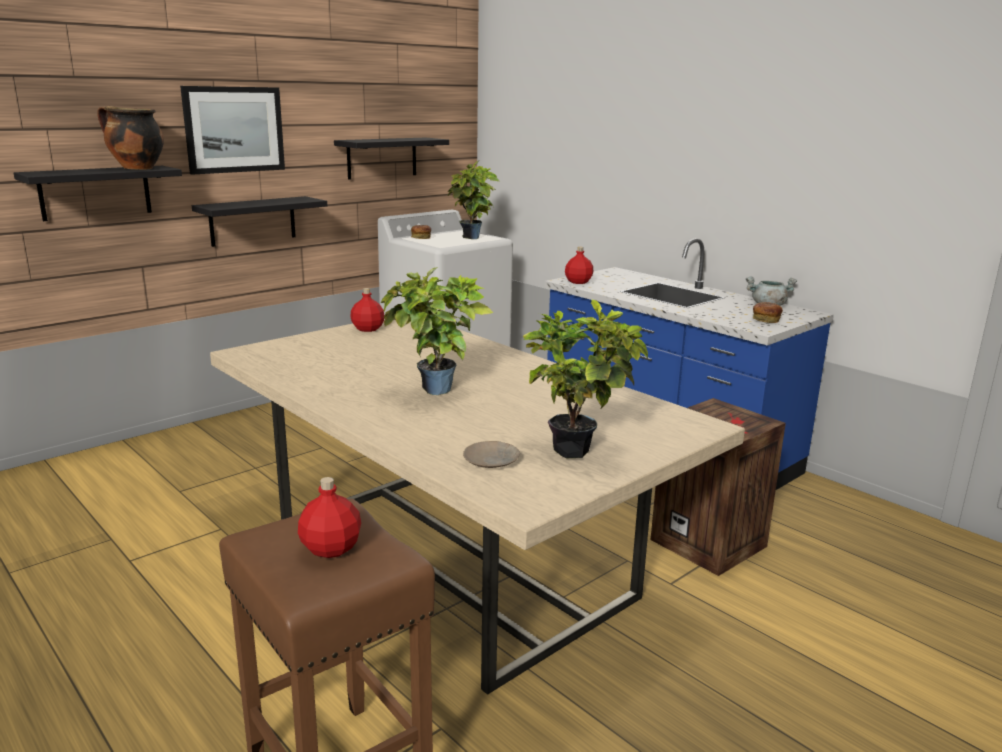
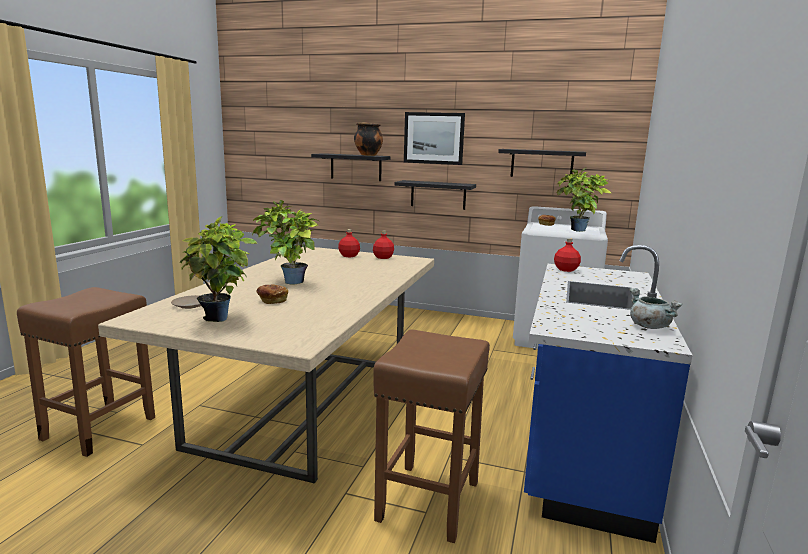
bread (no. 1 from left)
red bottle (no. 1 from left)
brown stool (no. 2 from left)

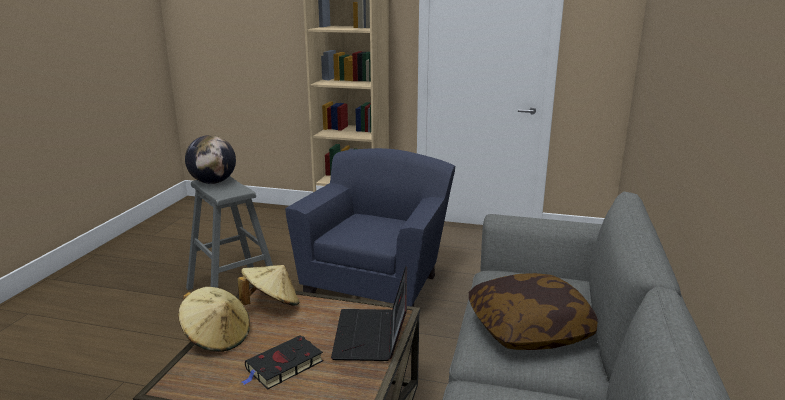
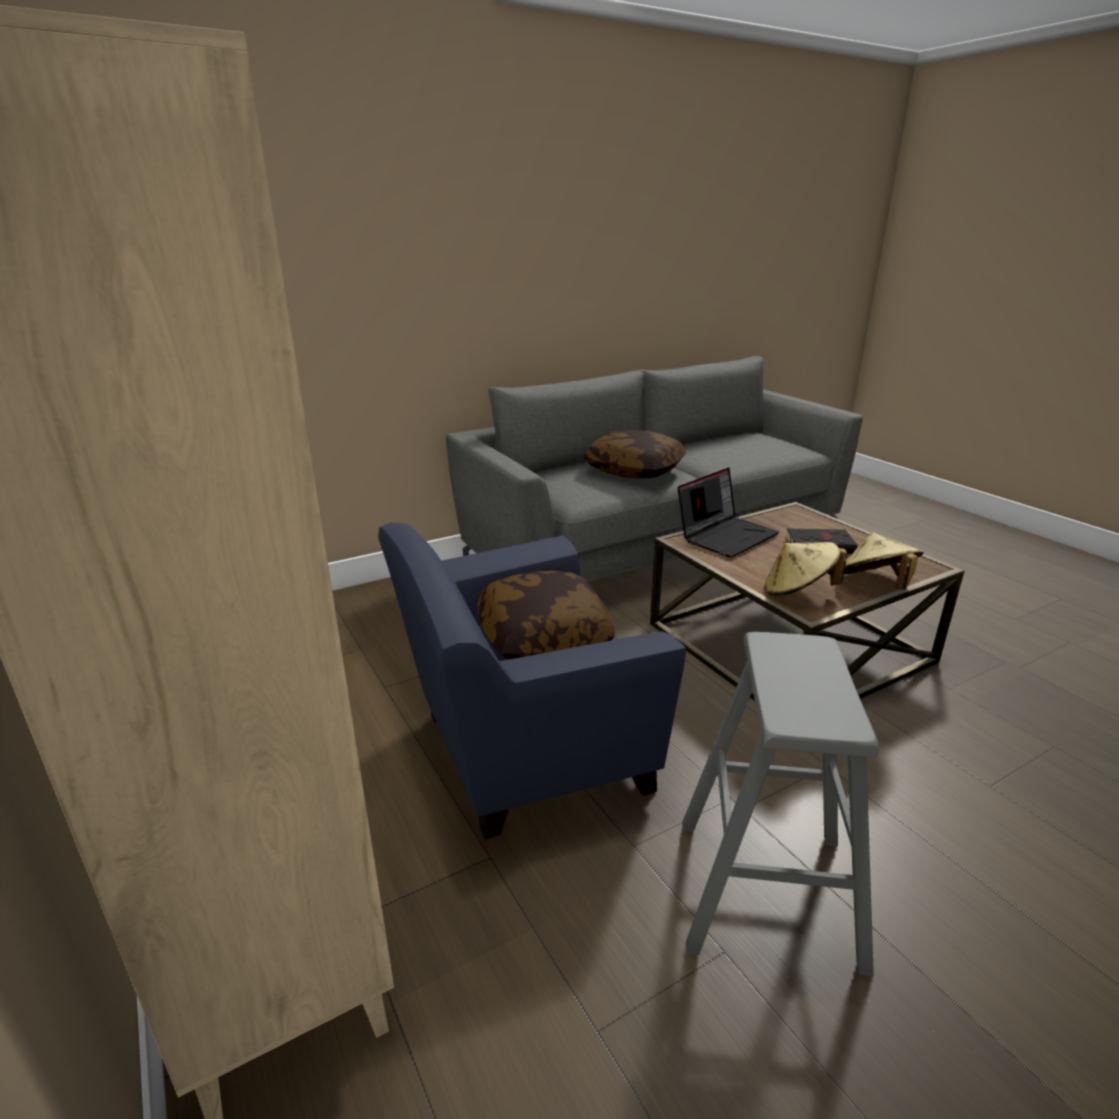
pillow (no. 1 from left)
globe

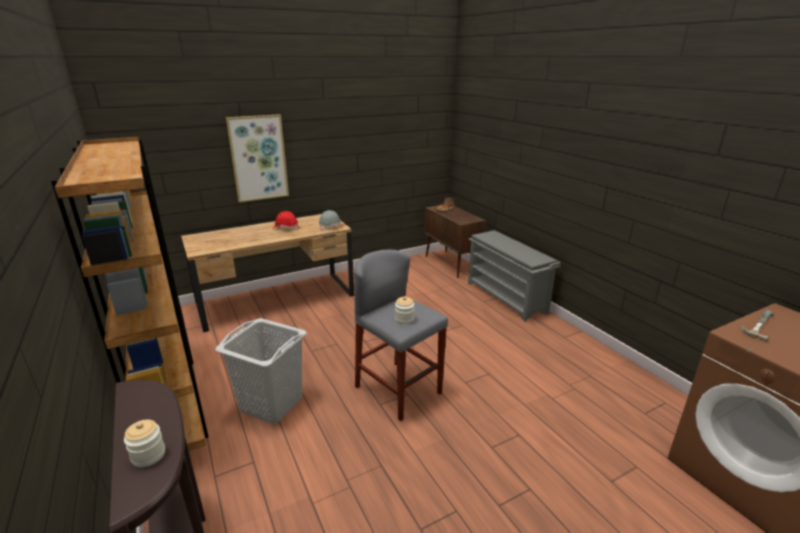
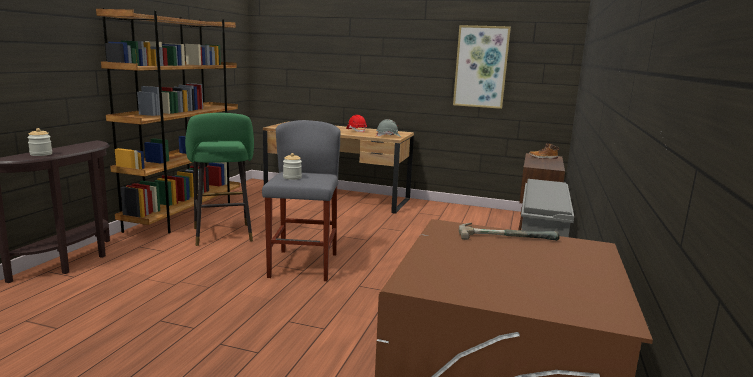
green stool
picture

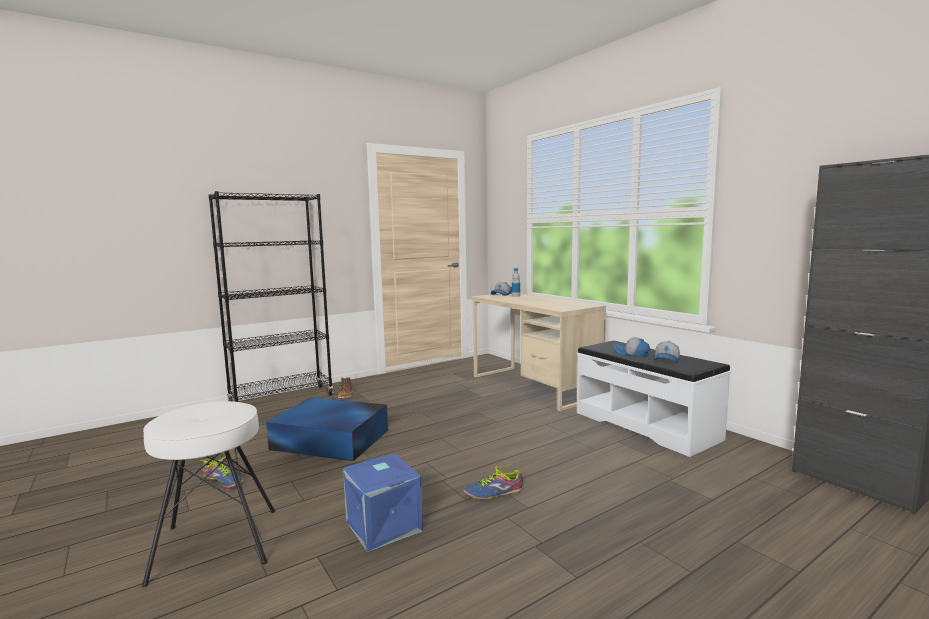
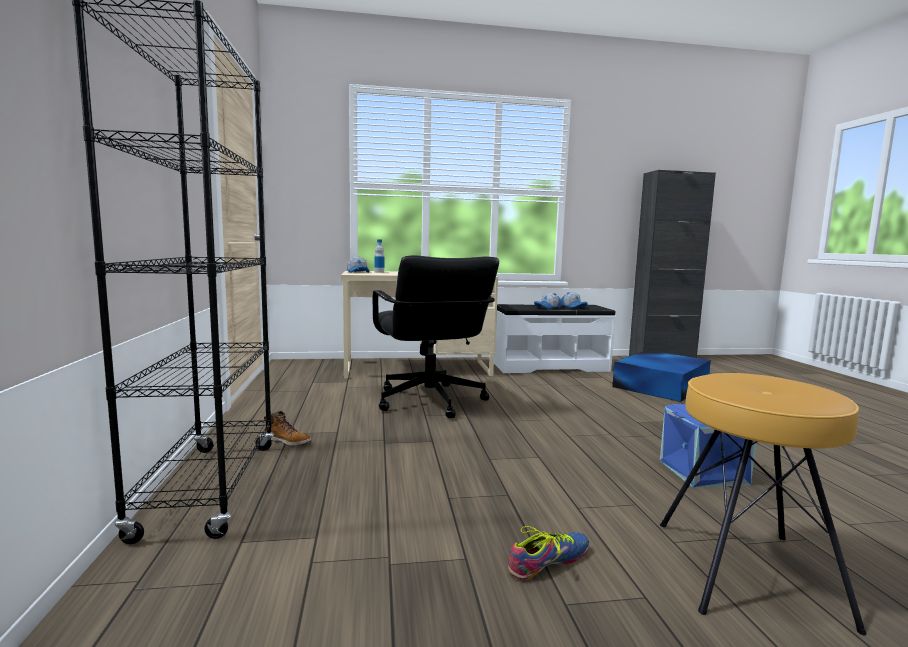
black office chair
blue storage box (no. 1 from left)
brown stool
shoe (no. 2 from left in the first image)

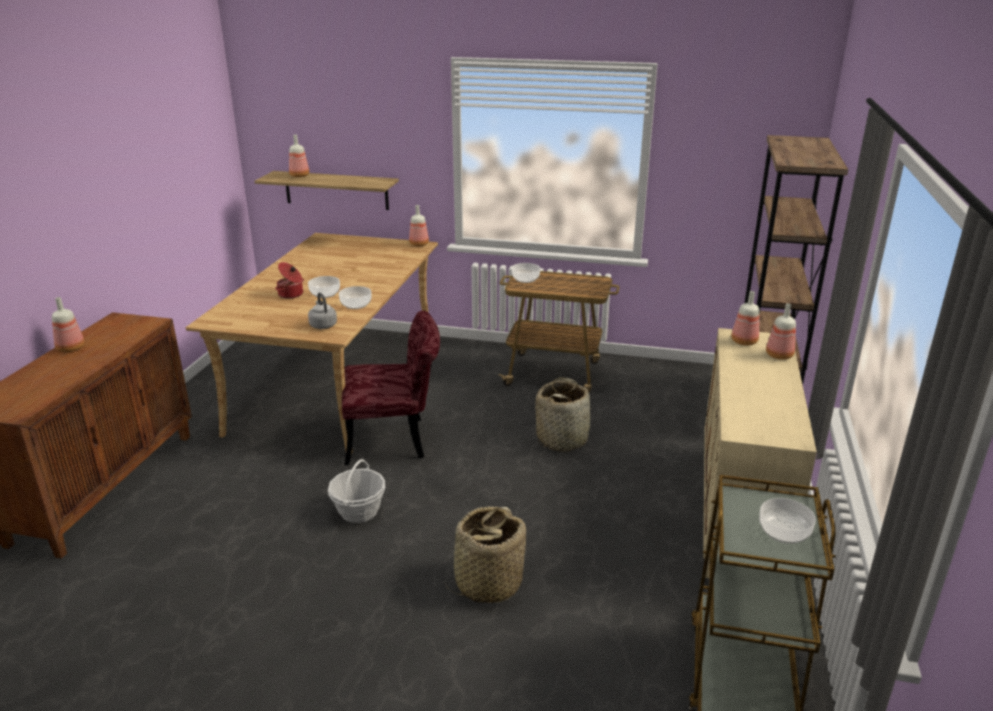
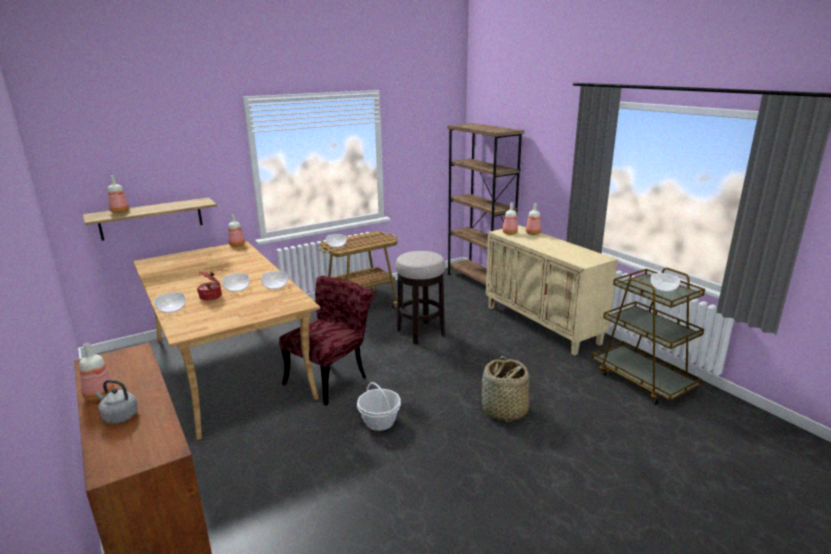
grey kettle
bowl (no. 1 from left)
stool

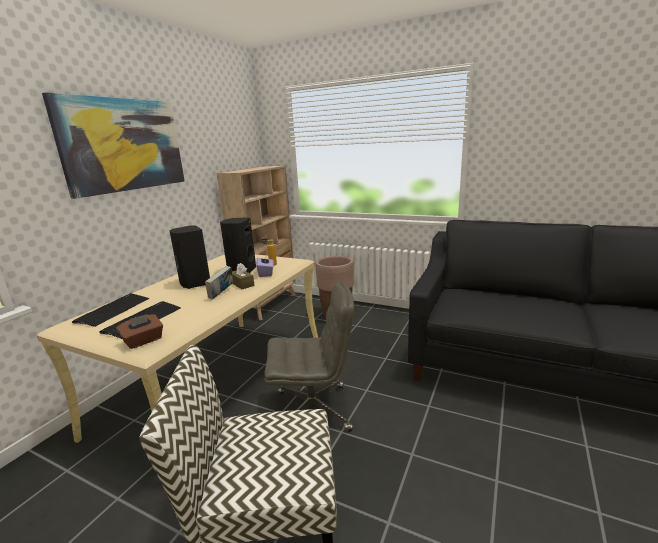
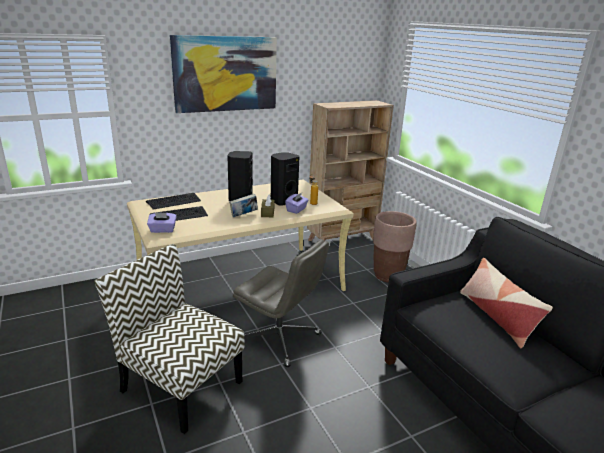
purple tissue box (no. 1 from left)
pillow

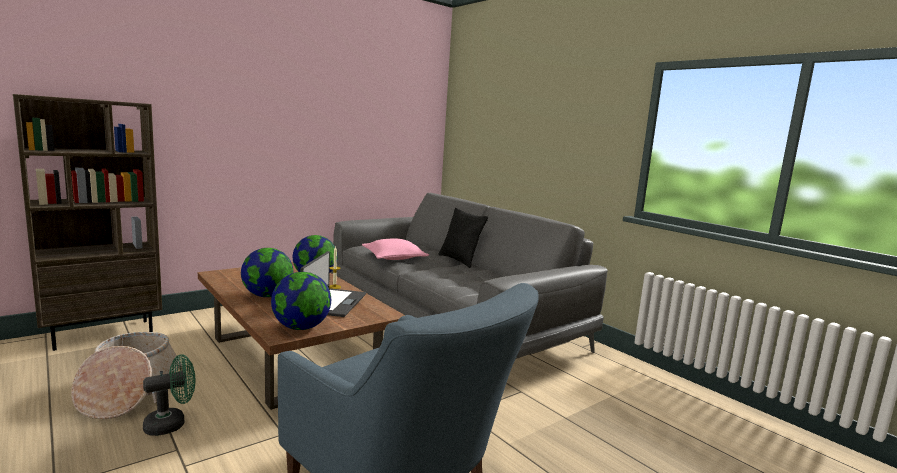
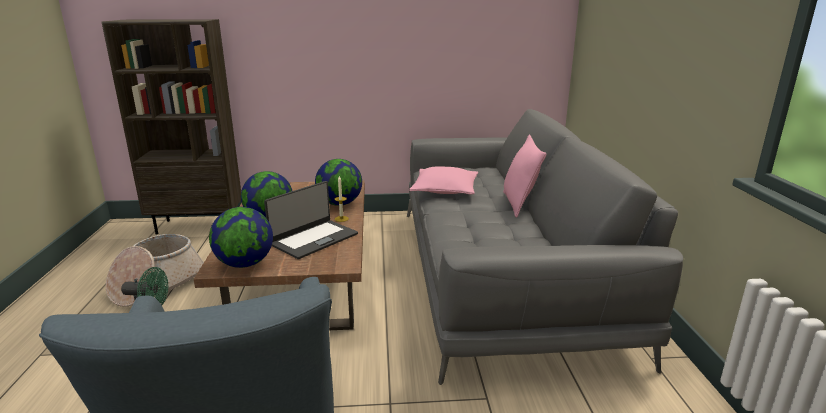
pink pillow (no. 2 from left)

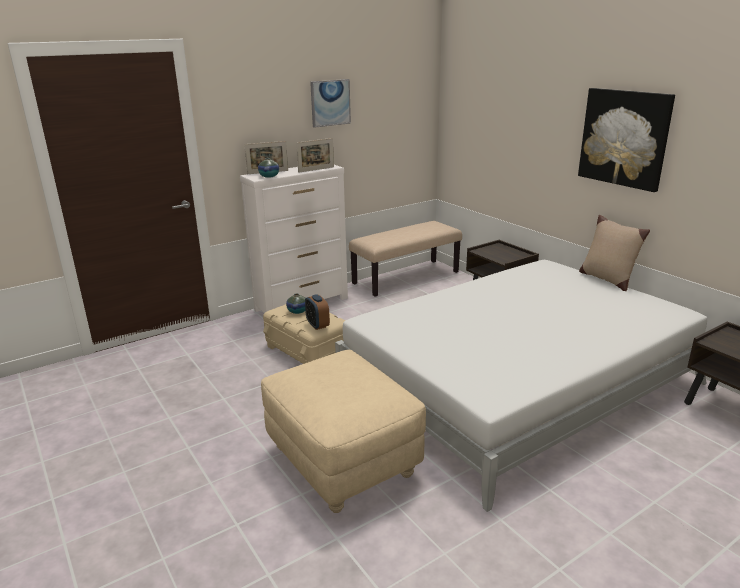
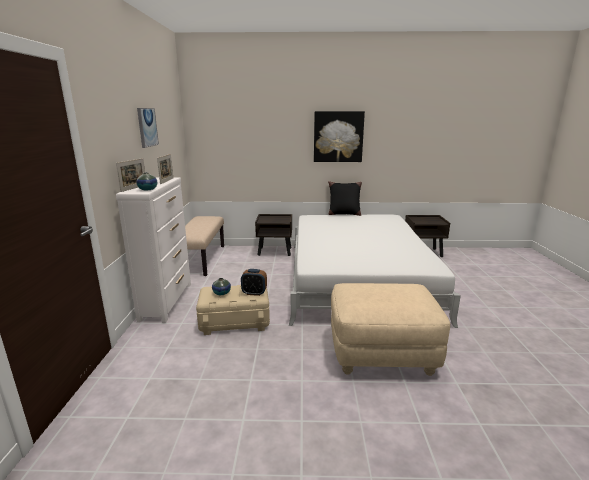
black pillow

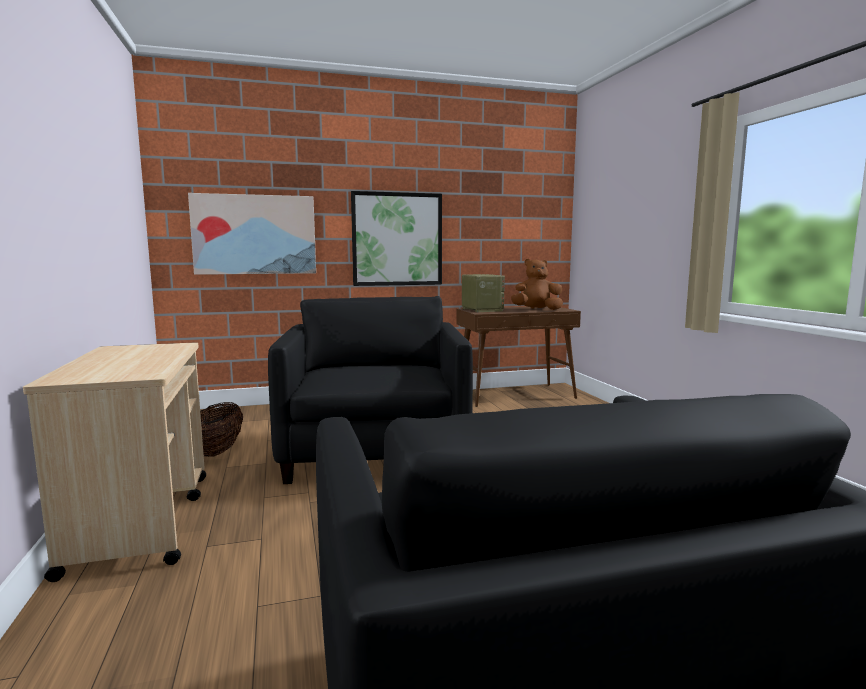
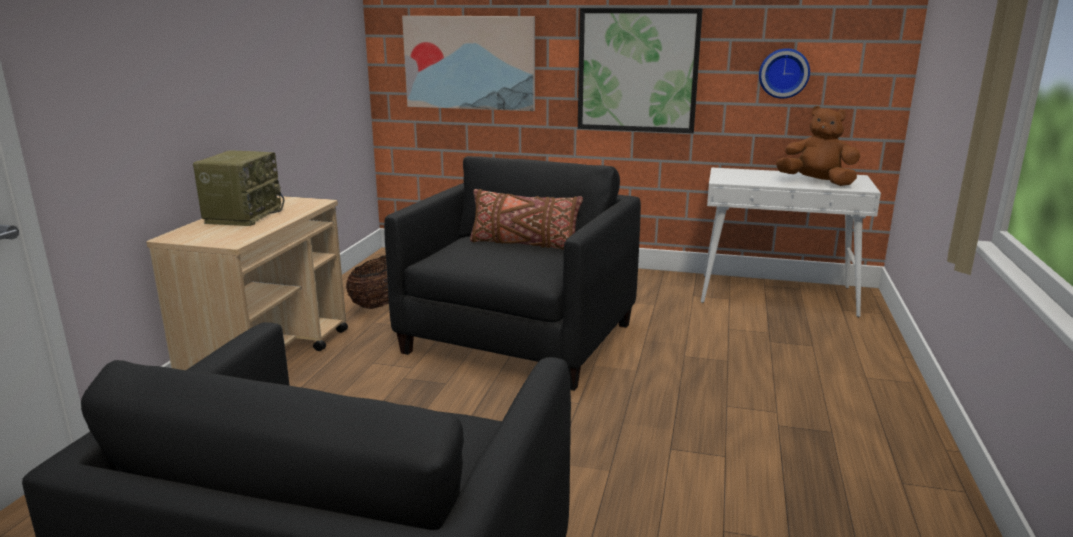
radio
brown pillow
white console table
wall clock

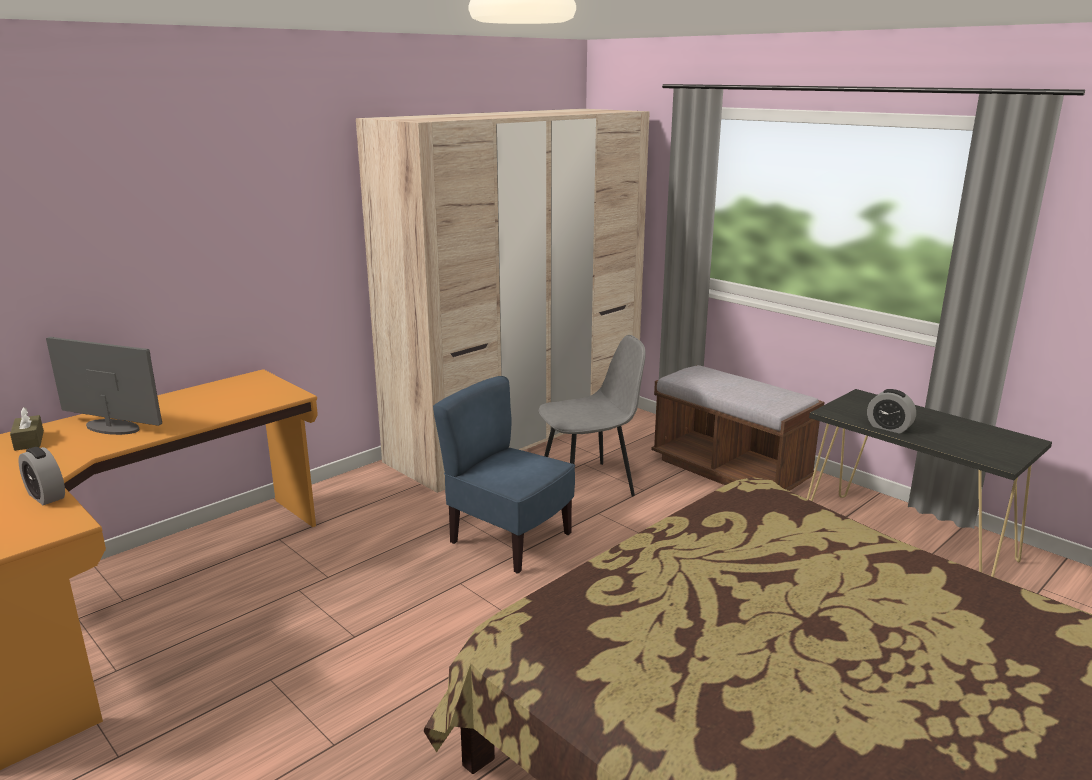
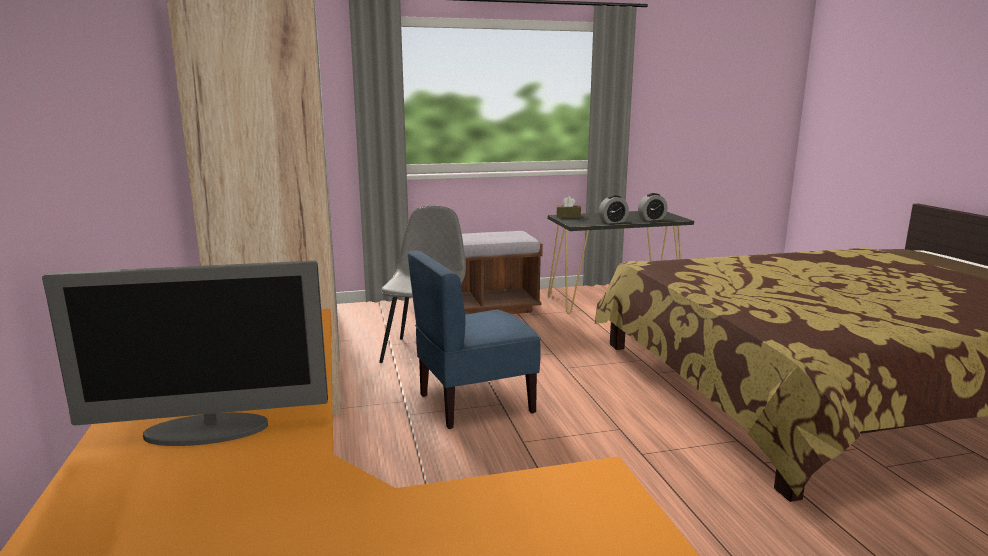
monitor
brown tissue box
alarm clock (no. 2 from left)

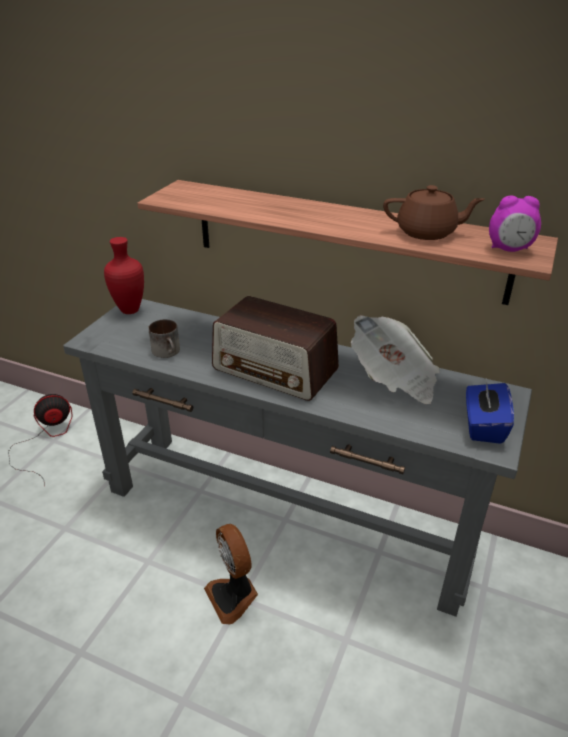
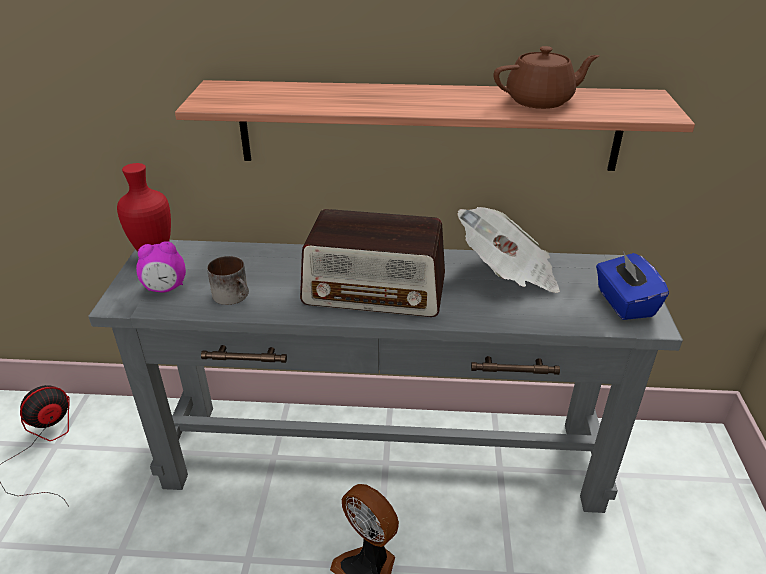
alarm clock

